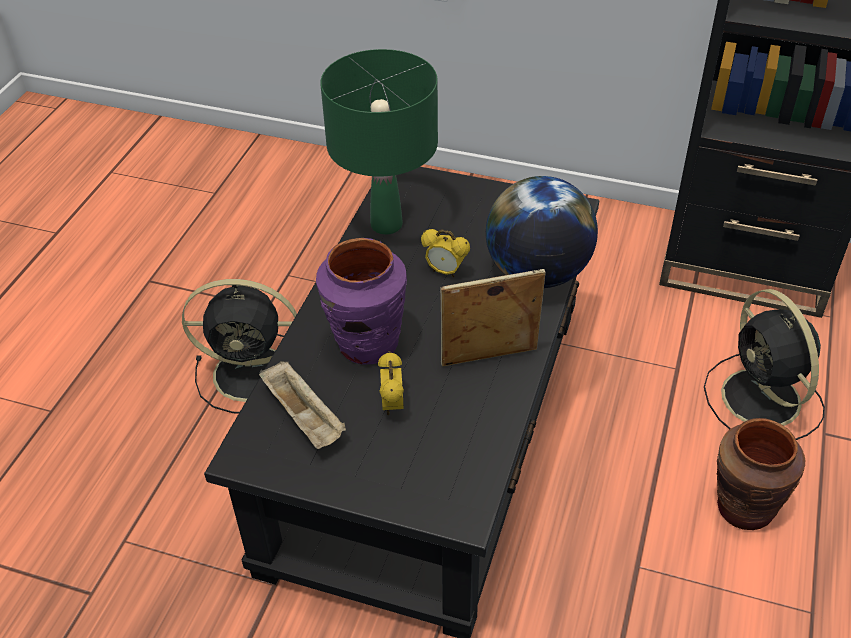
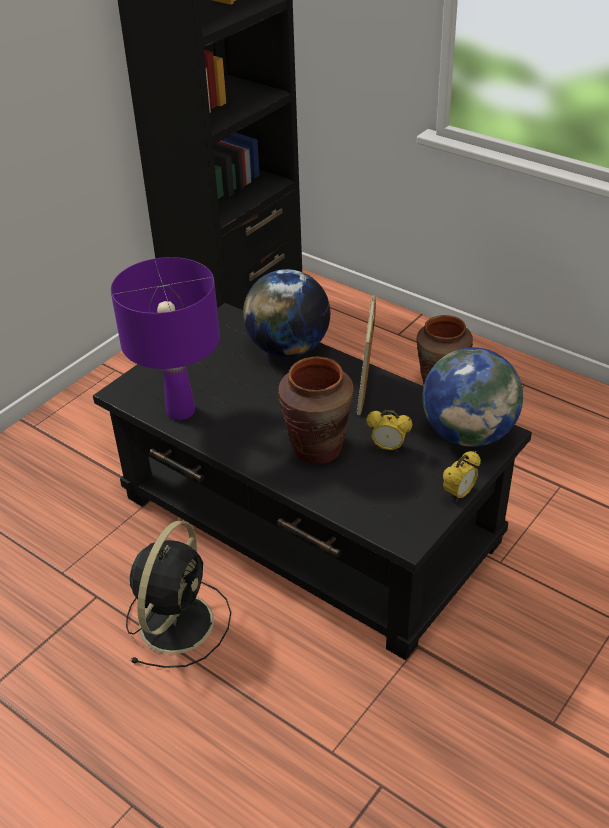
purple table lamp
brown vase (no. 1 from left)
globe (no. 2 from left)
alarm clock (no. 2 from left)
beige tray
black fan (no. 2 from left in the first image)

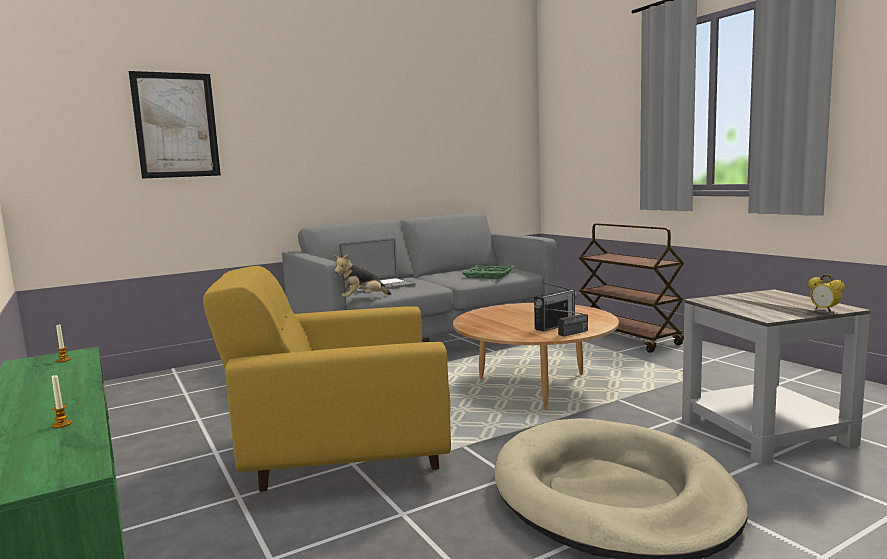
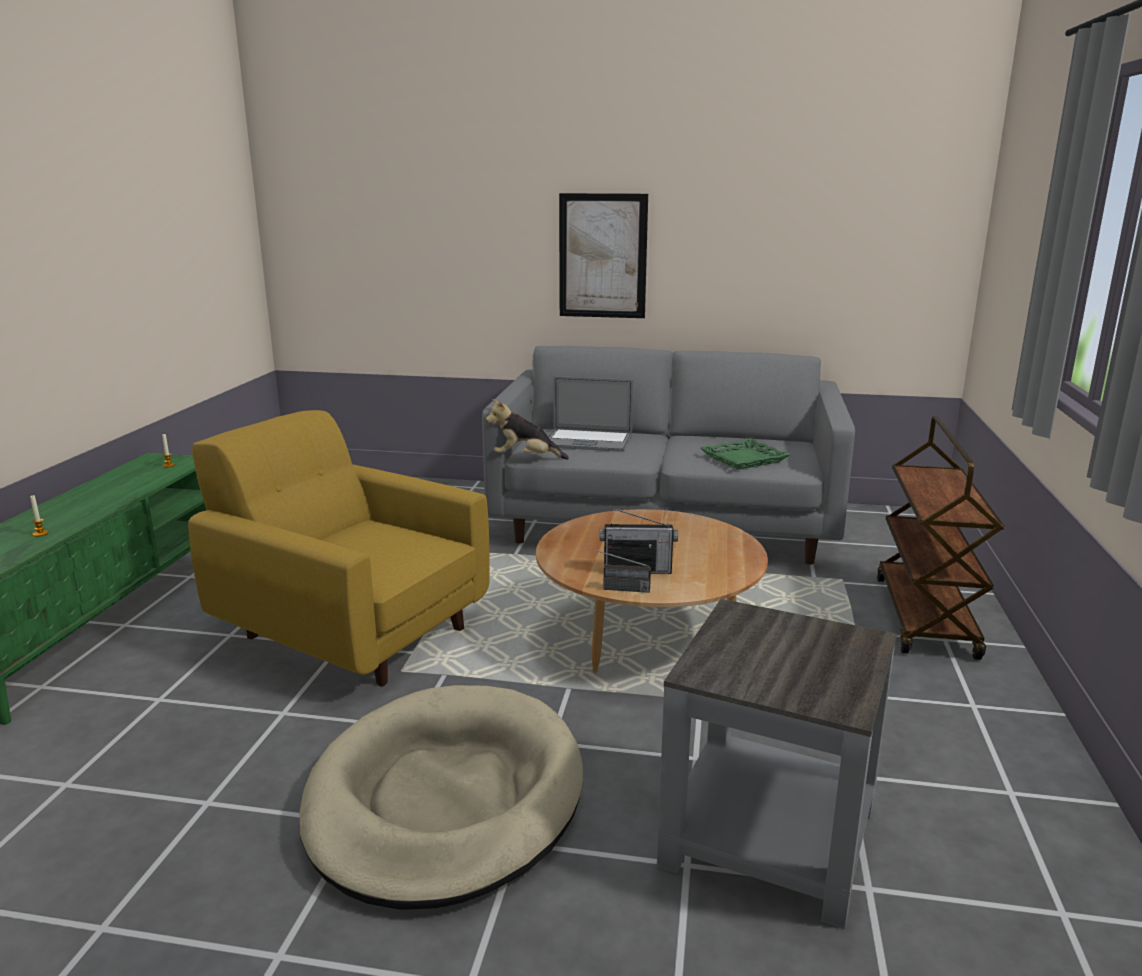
picture
alarm clock

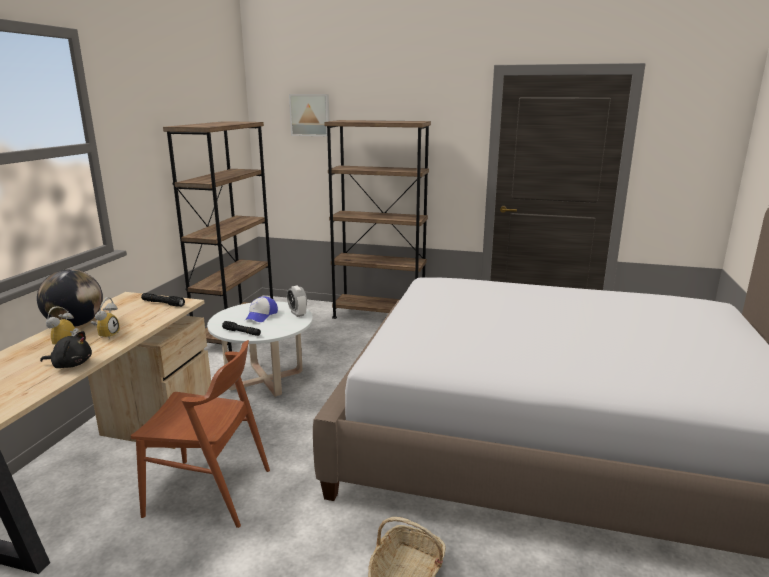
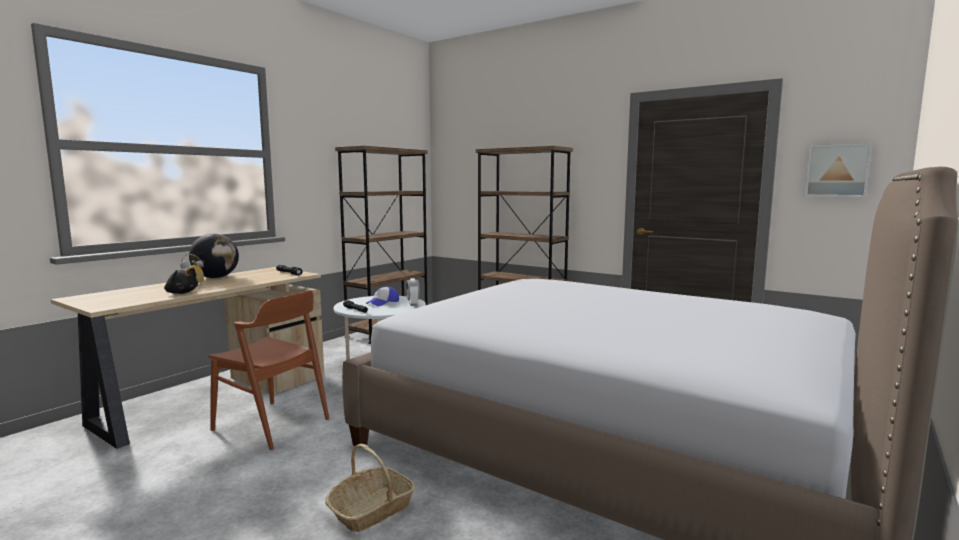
picture
alarm clock (no. 2 from left in the first image)

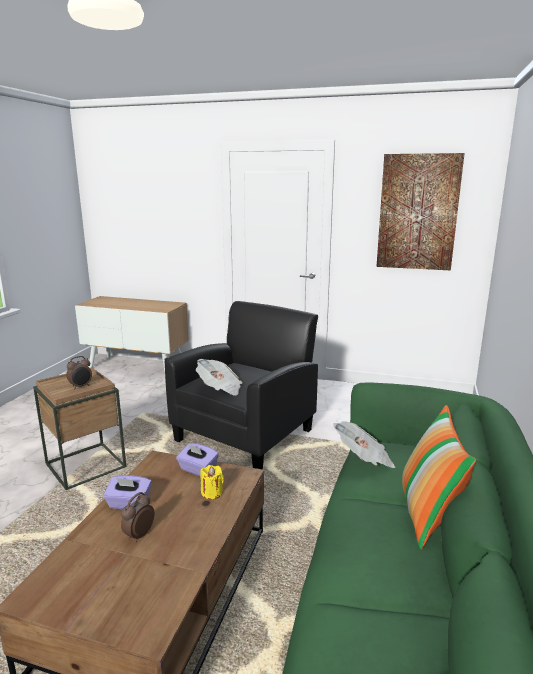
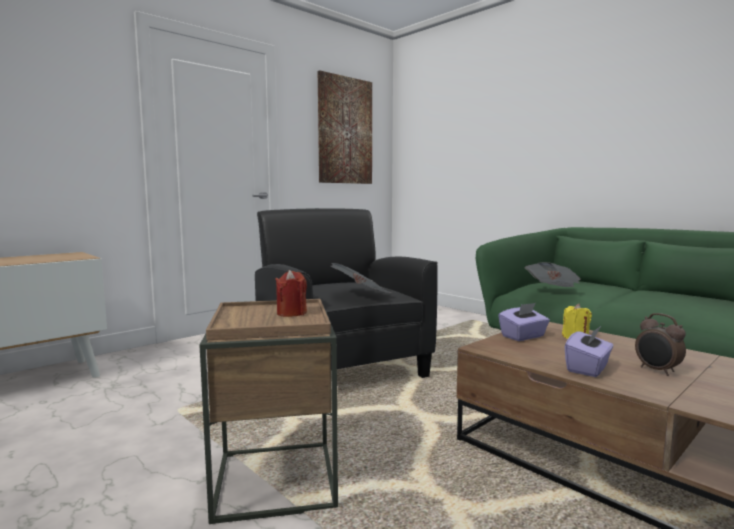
red candle
pillow

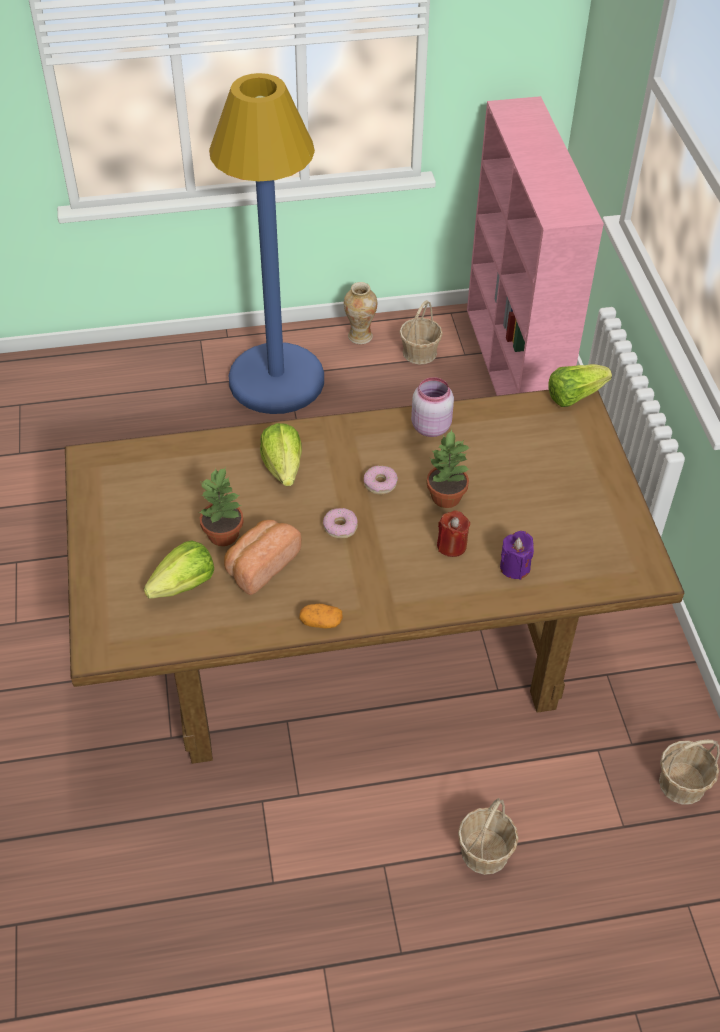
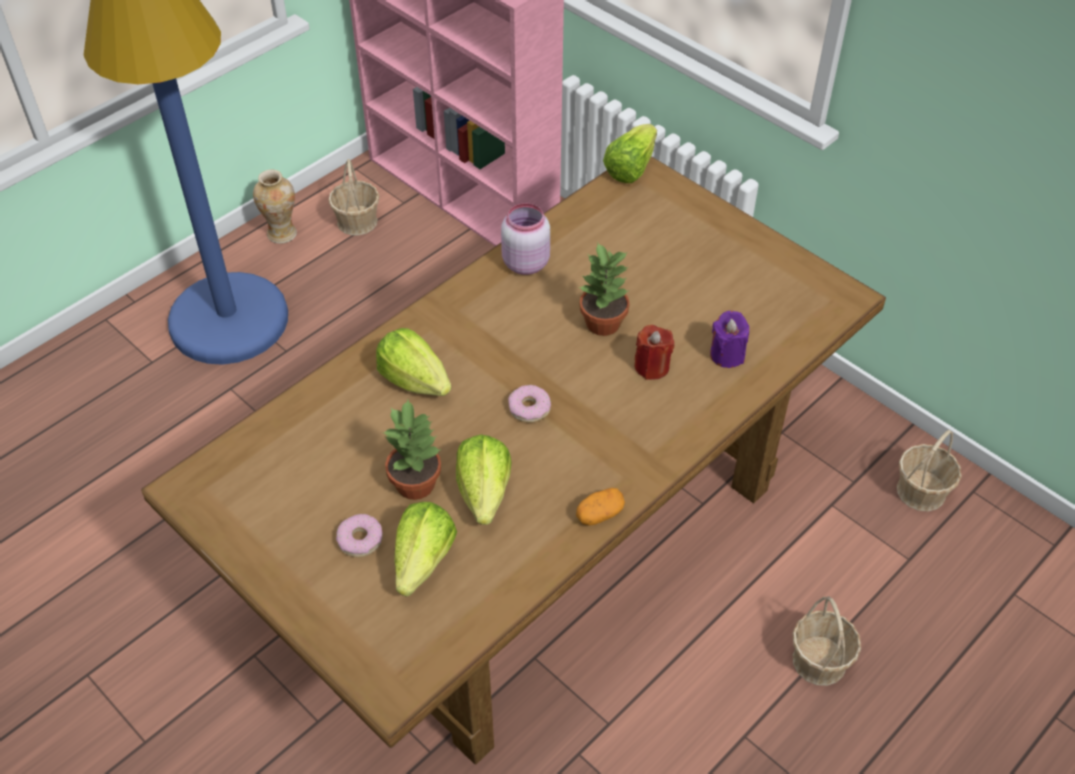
donut (no. 1 from left)
lettuce (no. 3 from left)

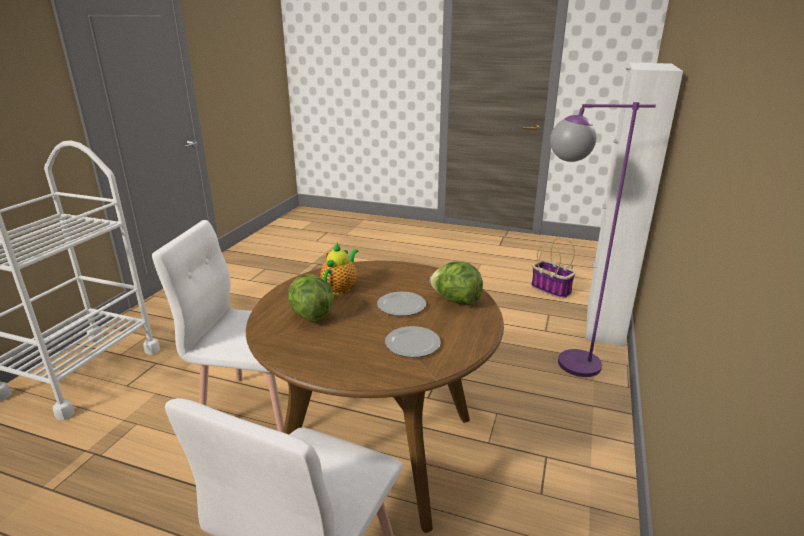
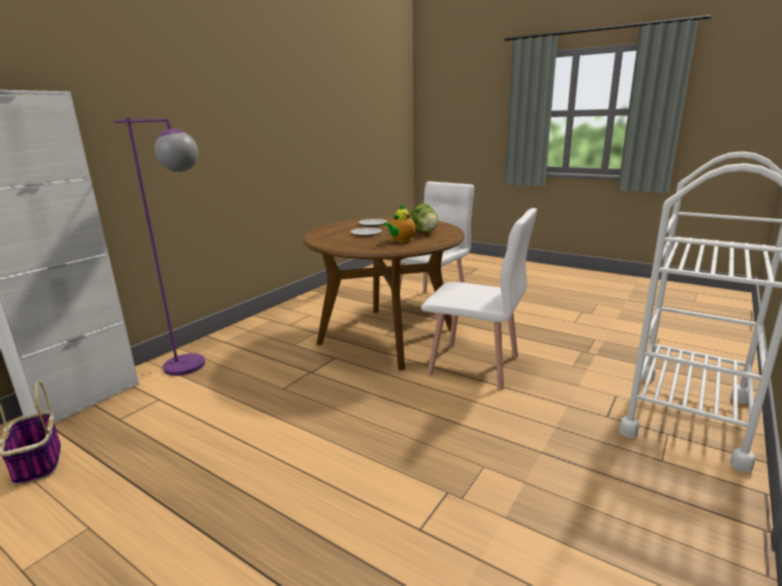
lettuce (no. 2 from left in the first image)

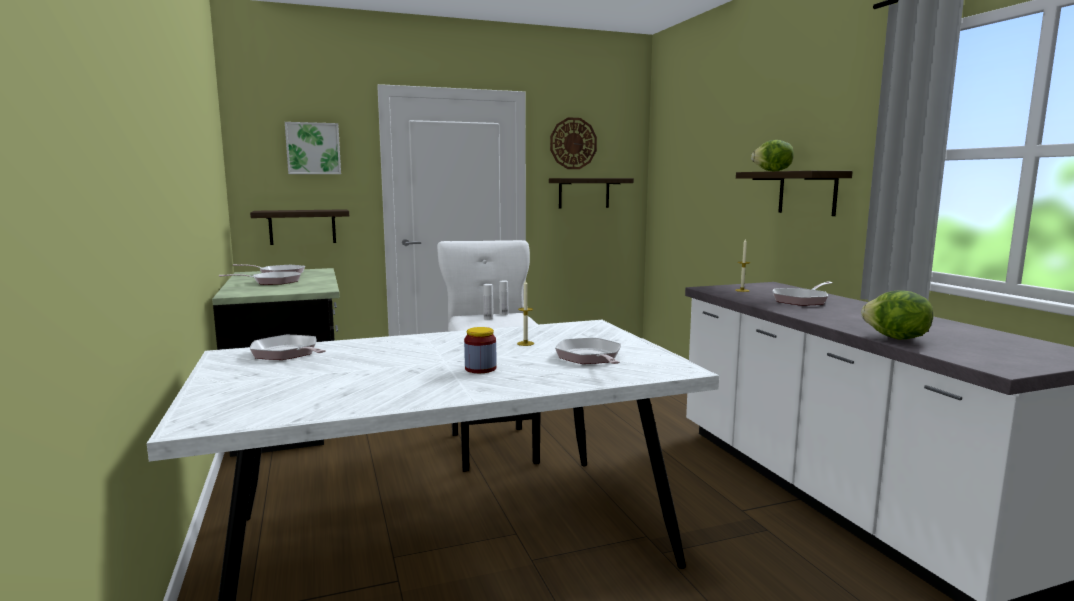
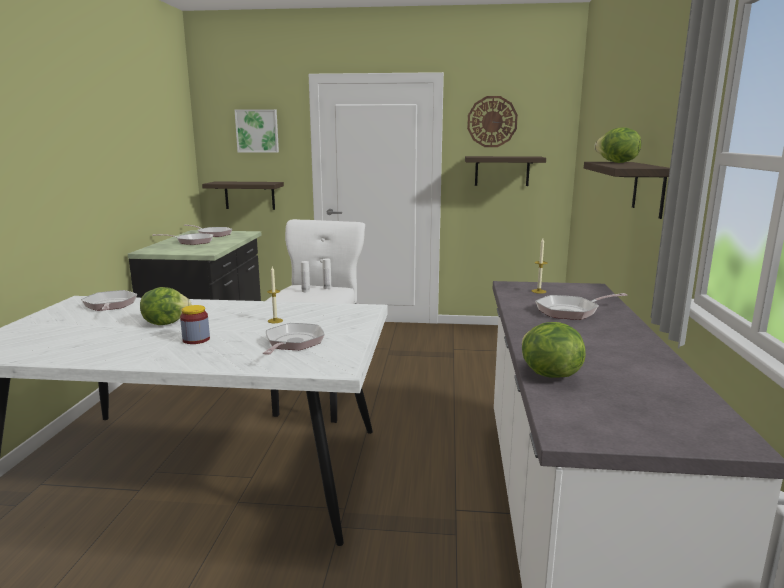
lettuce (no. 1 from left)

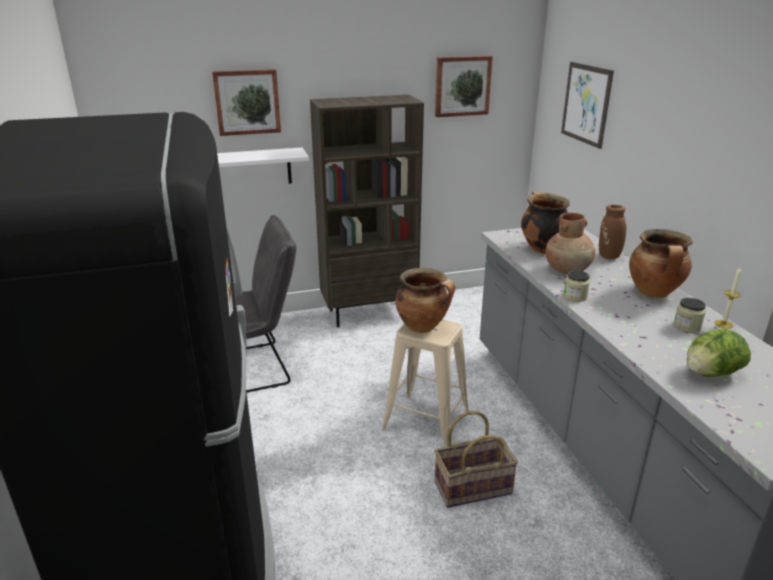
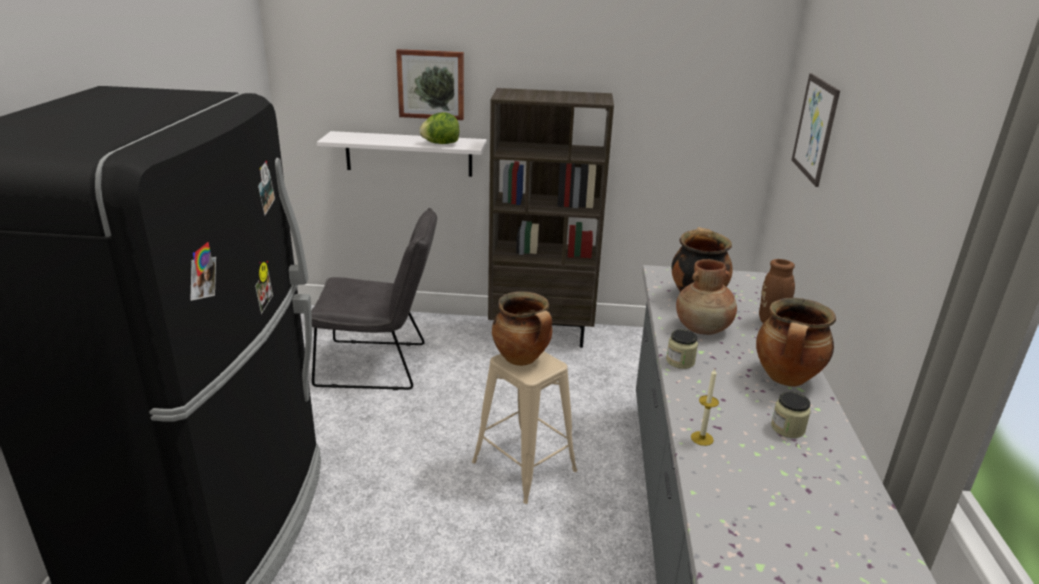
lettuce
candle
picture (no. 2 from left in the first image)
basket

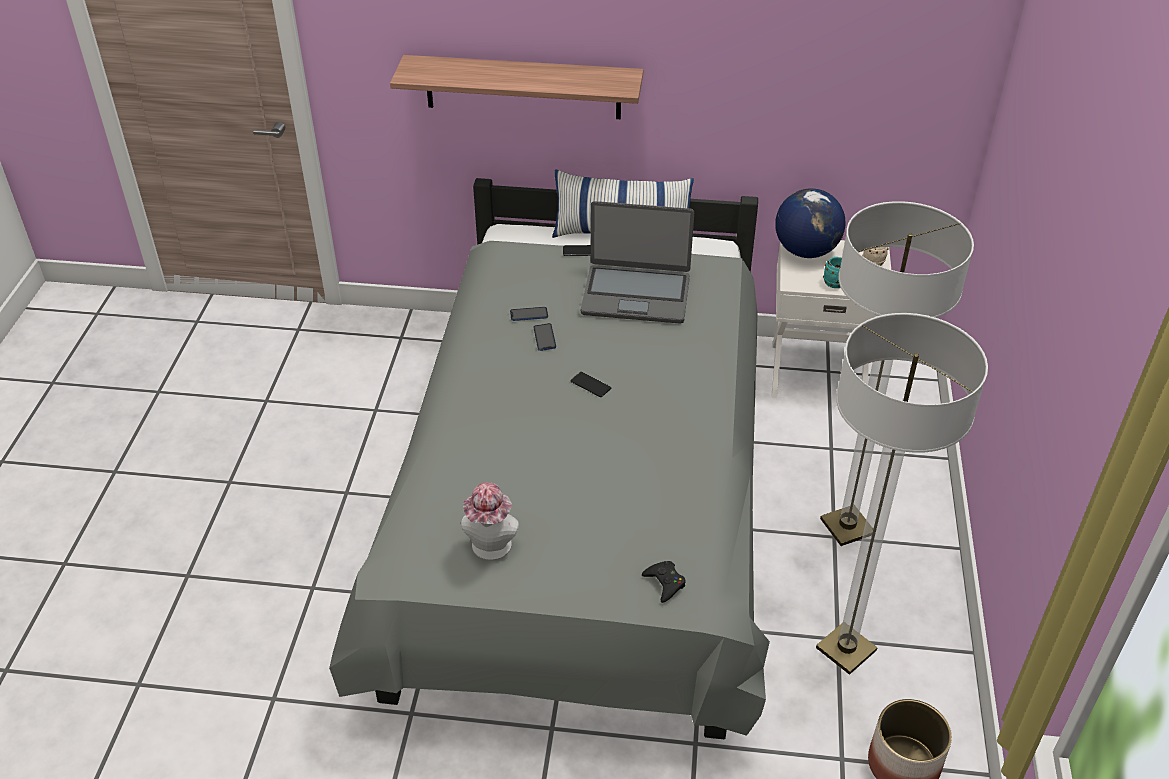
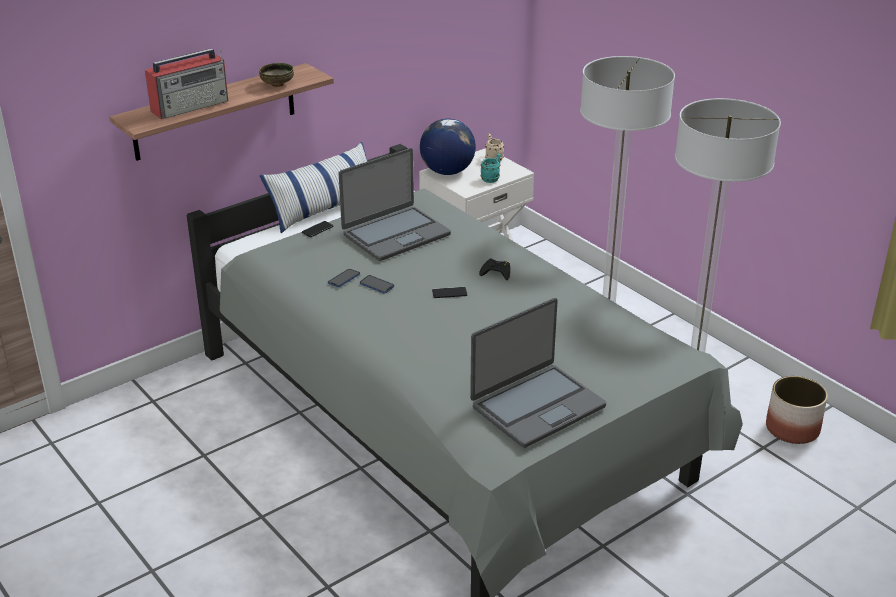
radio
bowl
laptop (no. 2 from left)
black game controller

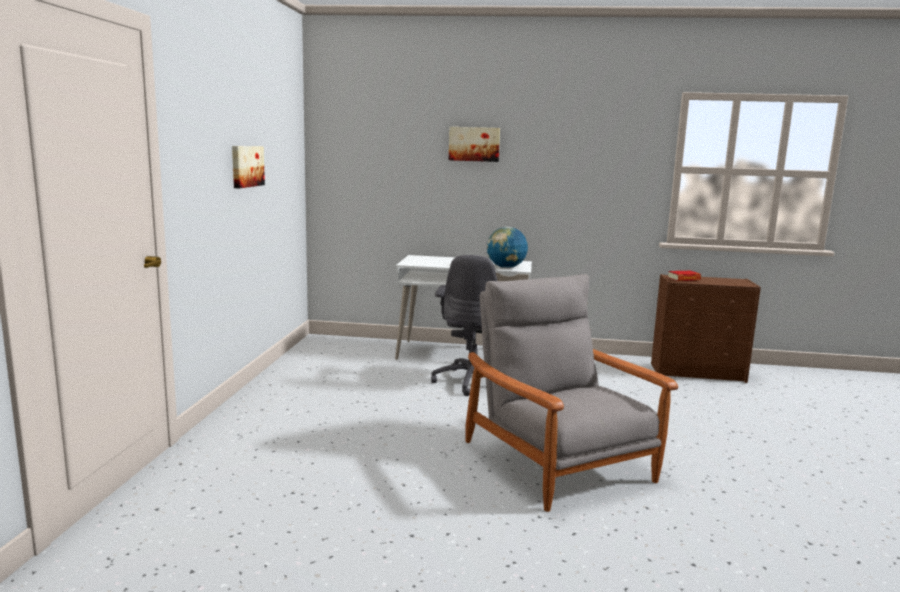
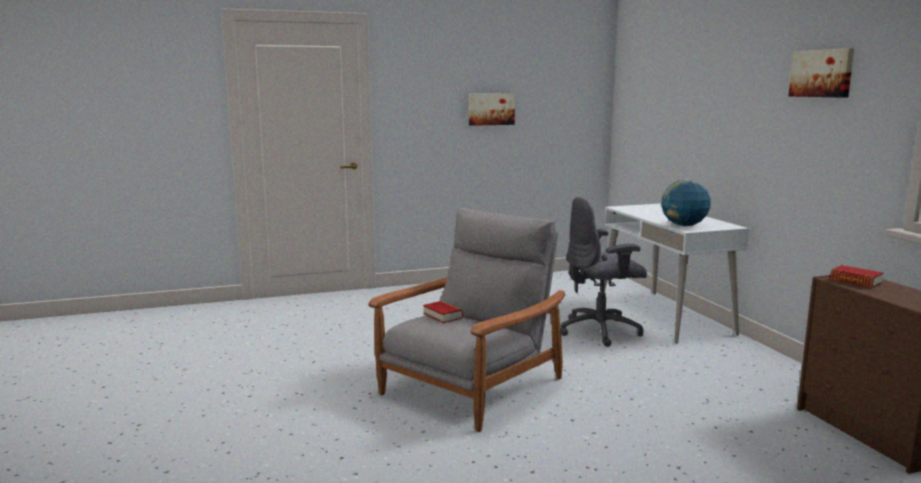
book (no. 1 from left)
picture (no. 2 from left)

